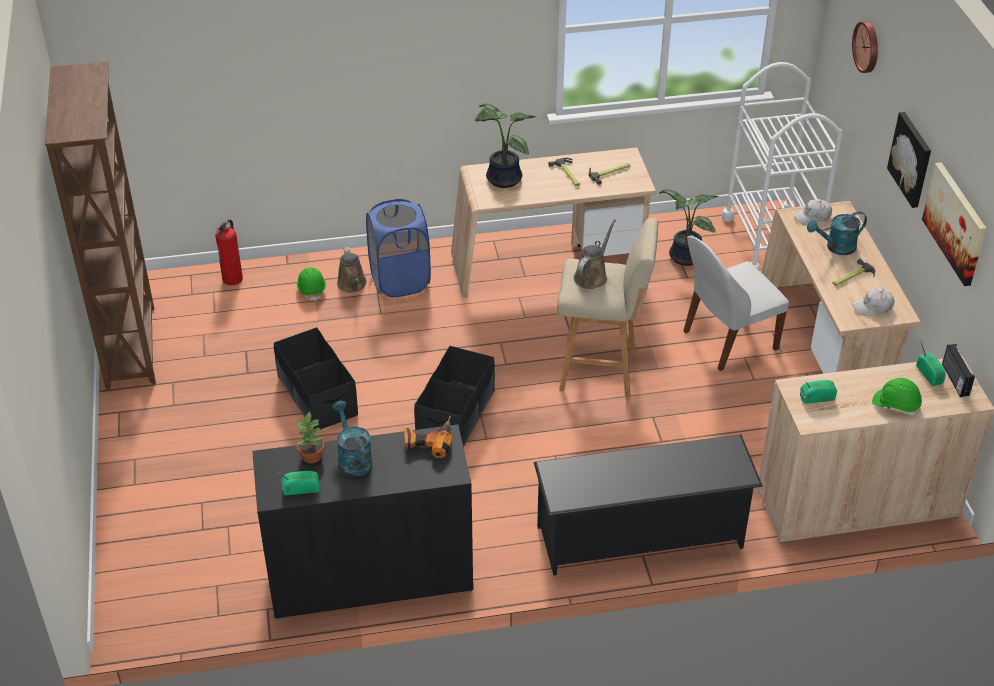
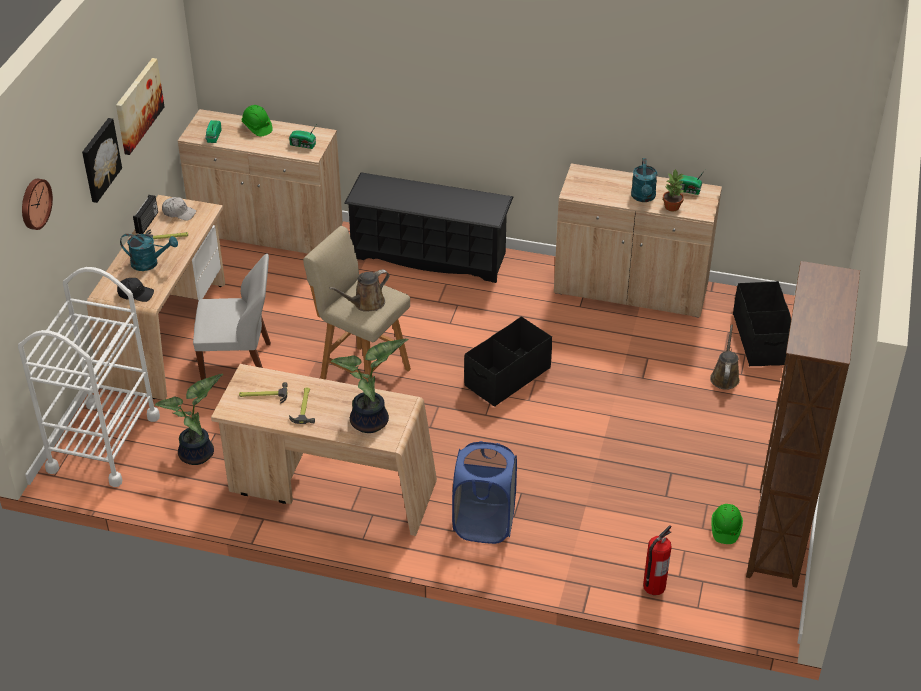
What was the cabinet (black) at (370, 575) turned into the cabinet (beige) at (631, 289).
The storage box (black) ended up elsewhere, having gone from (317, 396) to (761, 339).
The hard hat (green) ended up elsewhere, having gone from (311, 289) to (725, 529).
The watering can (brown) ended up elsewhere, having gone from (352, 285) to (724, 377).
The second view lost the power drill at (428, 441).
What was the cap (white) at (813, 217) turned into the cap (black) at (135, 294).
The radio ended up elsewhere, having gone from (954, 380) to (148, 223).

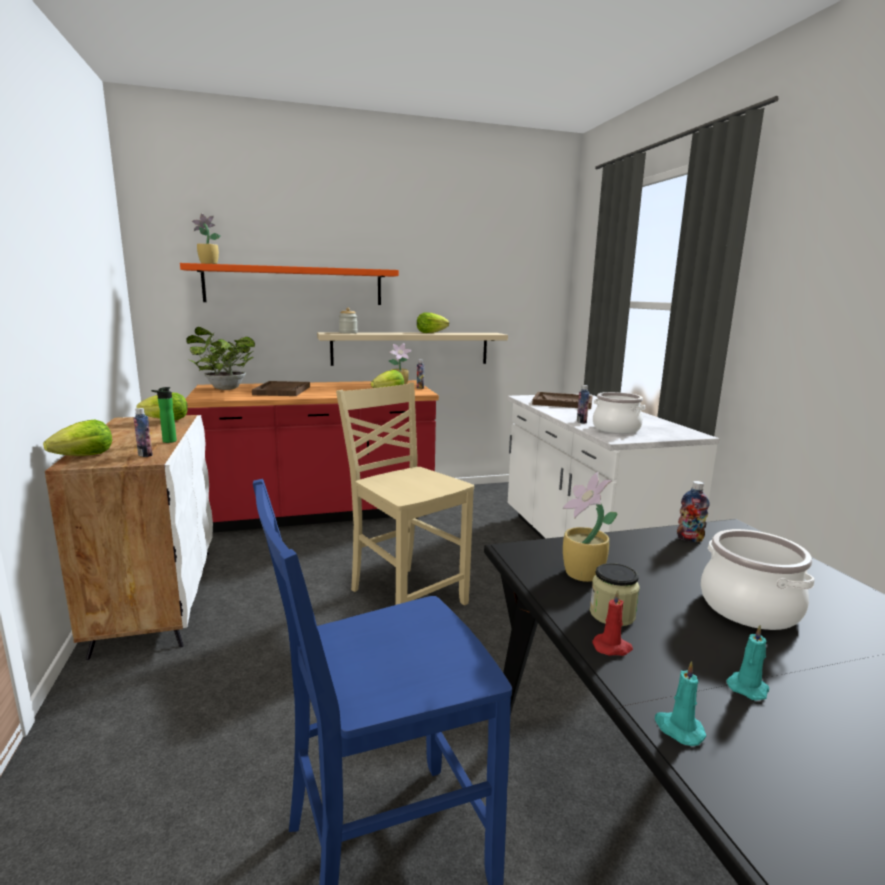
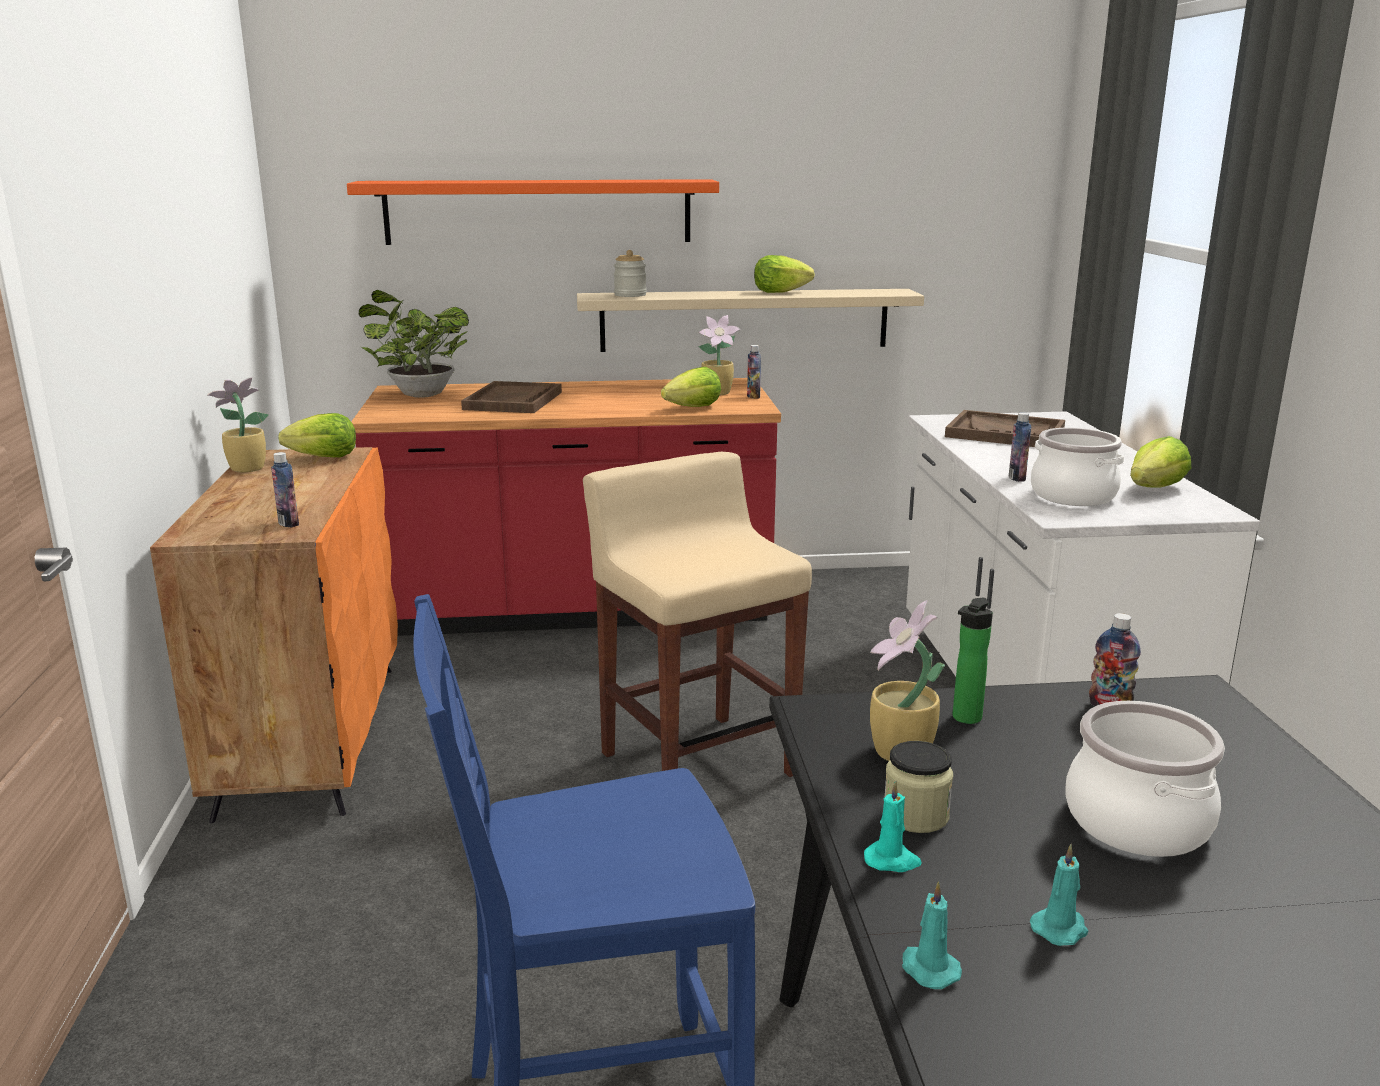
The lettuce ended up elsewhere, having gone from (85, 456) to (1155, 488).
What was the cabinet (white) at (157, 597) turned into the cabinet (orange) at (311, 736).
The bottle ended up elsewhere, having gone from (167, 442) to (965, 719).
The potted plant ended up elsewhere, having gone from (208, 264) to (245, 469).
Where the chair (beige) stood at (405, 596), the stool (beige) came to stand at (696, 763).
What was the candle (red) at (612, 647) turned into the candle (turquoise) at (892, 860).

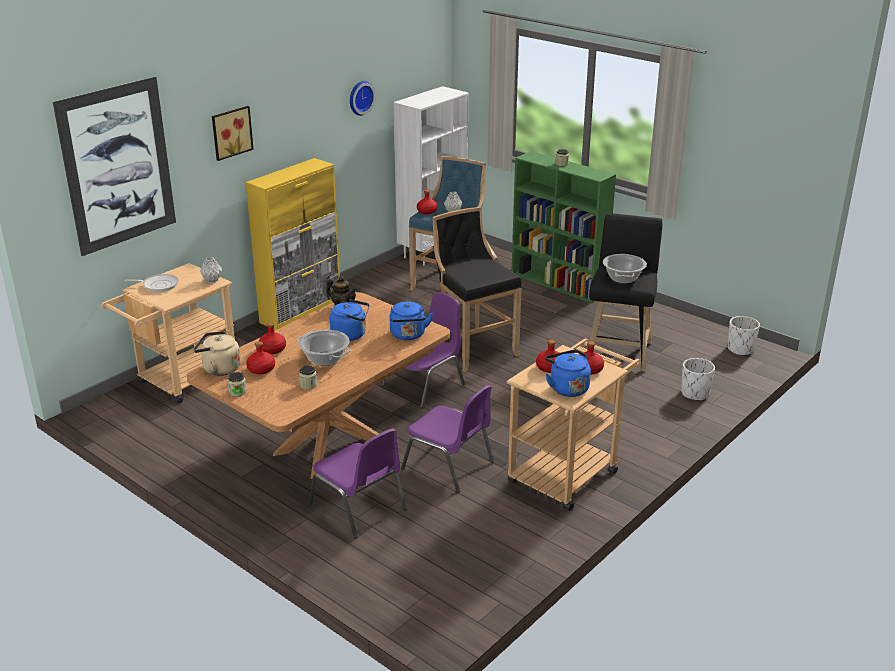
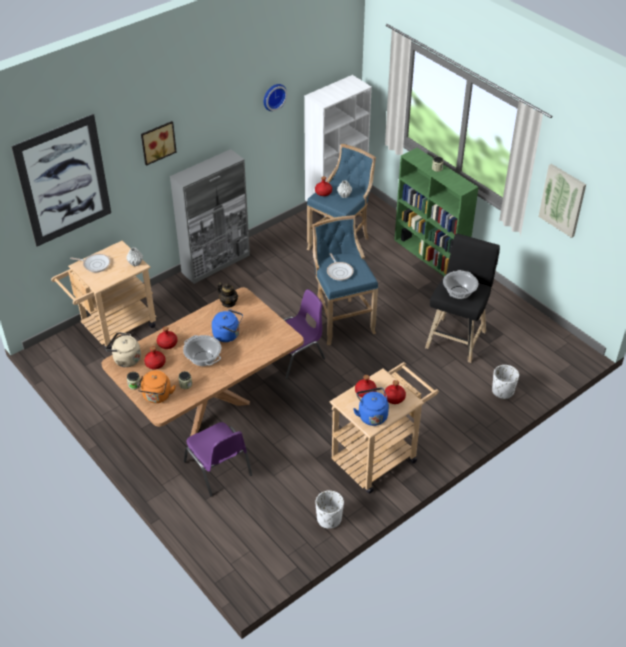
What was the cabinet (yellow) at (301, 311) turned into the cabinet (grey) at (216, 263).
The second view lost the kettle (blue) at (408, 335).
The second view lost the chair (purple) at (449, 466).
What was the stool (black) at (473, 347) turned into the stool (blue) at (341, 319).
The planter (white) ended up elsewhere, having gone from (740, 349) to (329, 519).
The second view gained the kettle (orange) at (157, 396).
The second view gained the frying pan at (339, 271).
The second view gained the picture at (562, 200).

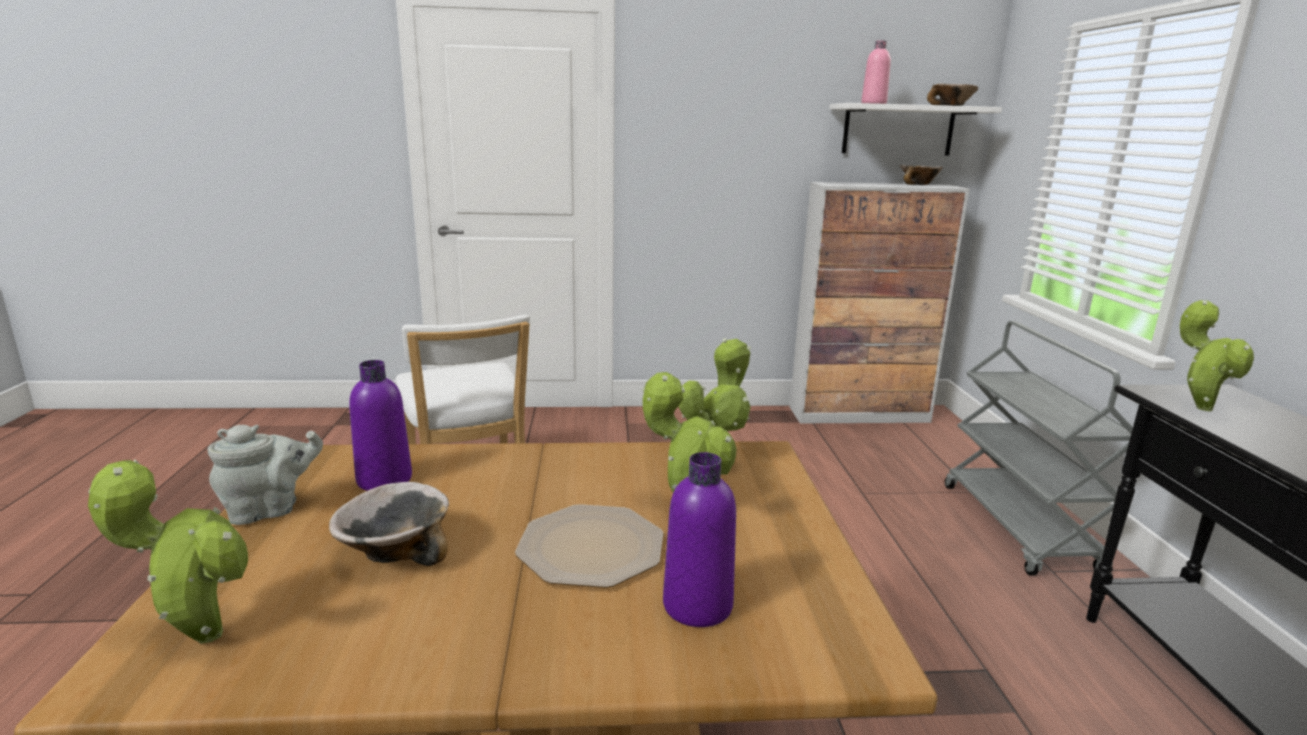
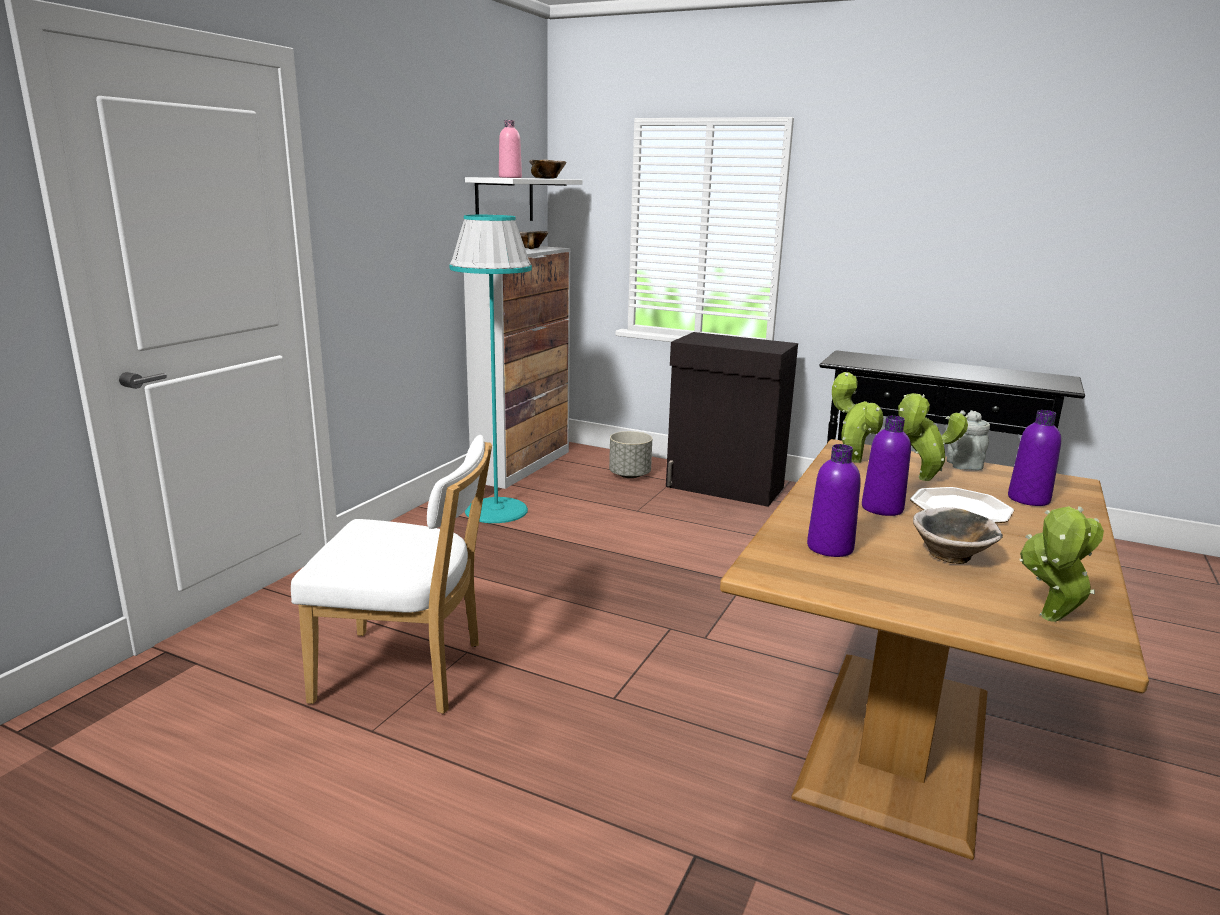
The teapot (grey) ended up elsewhere, having gone from (270, 510) to (962, 464).
Where the cart (grey) stood at (1018, 527), the cabinet (black) came to stand at (724, 488).
The second view lost the potted plant at (1199, 406).
The second view gained the floor lamp (turquoise) at (496, 510).
The second view gained the planter (grey) at (630, 475).
The second view gained the bottle (purple) at (882, 508).

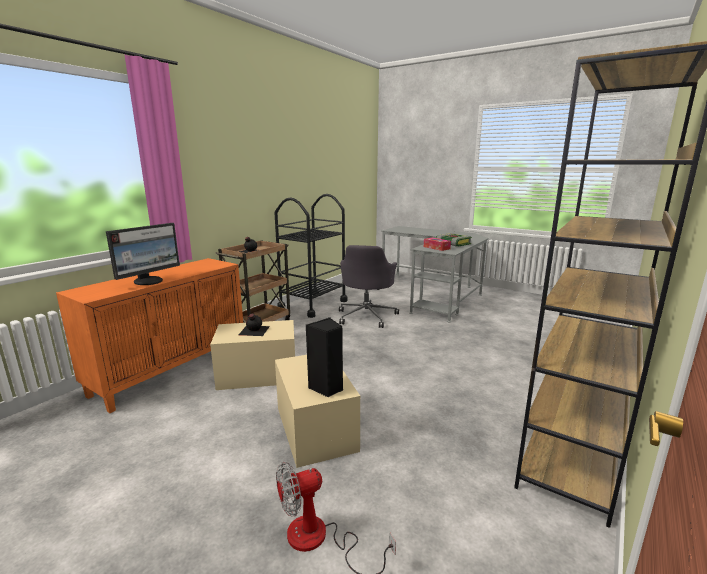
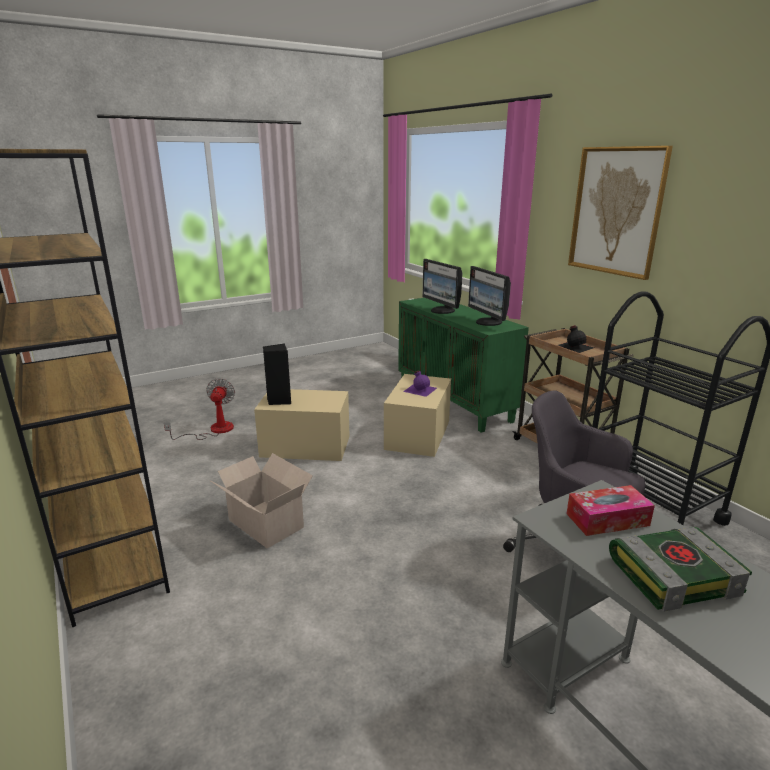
What was the cabinet (orange) at (172, 370) turned into the cabinet (green) at (455, 402).
What was the bottle (black) at (253, 330) turned into the bottle (purple) at (420, 389).
The second view gained the cardboard box at (265, 522).
The second view gained the monitor at (488, 322).
The second view gained the picture at (616, 211).

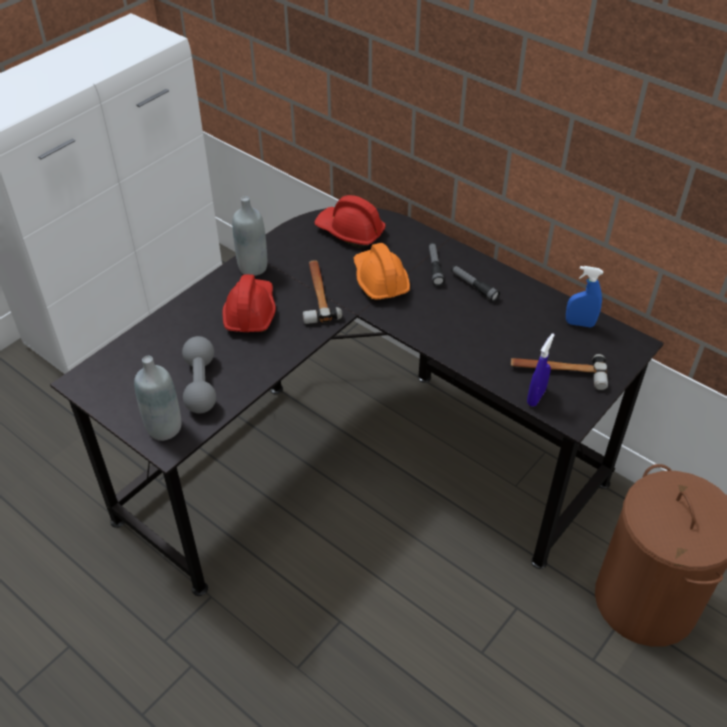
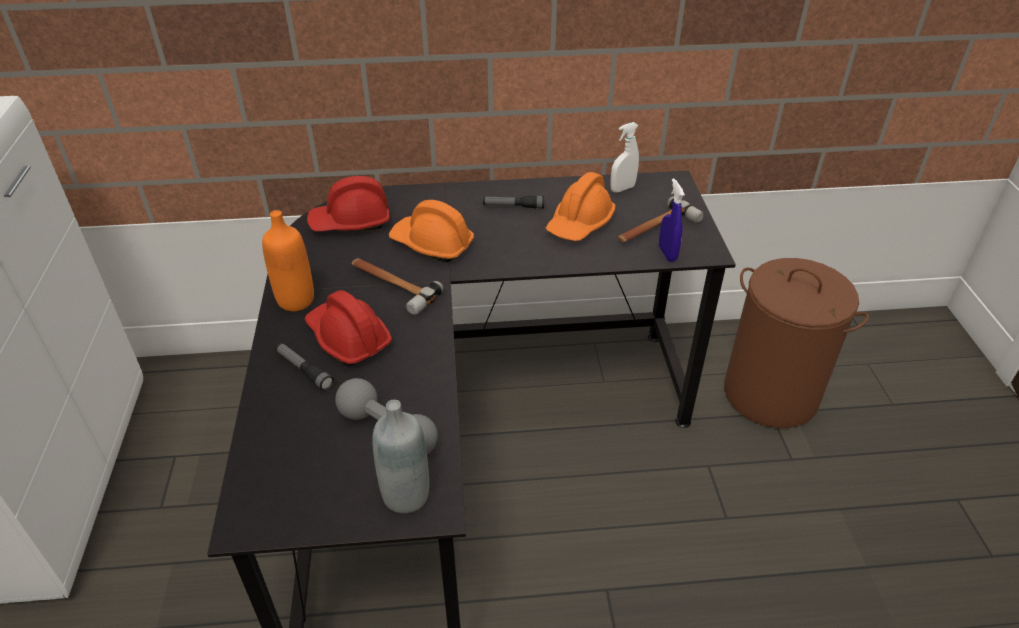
What was the bottle (grey) at (253, 267) turned into the bottle (orange) at (296, 300).
The flashlight ended up elsewhere, having gone from (435, 267) to (304, 370).
What was the spray bottle (blue) at (579, 323) turned into the spray bottle (white) at (622, 188).
The second view gained the hard hat (orange) at (580, 223).

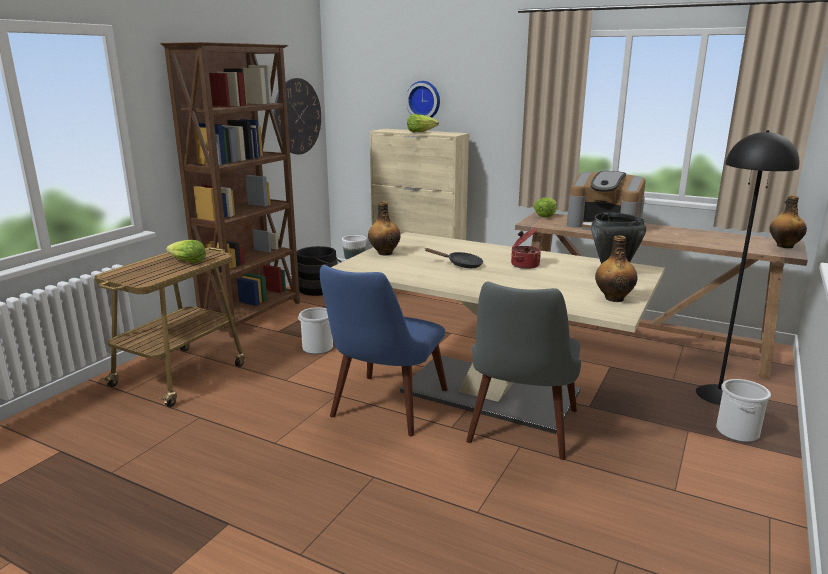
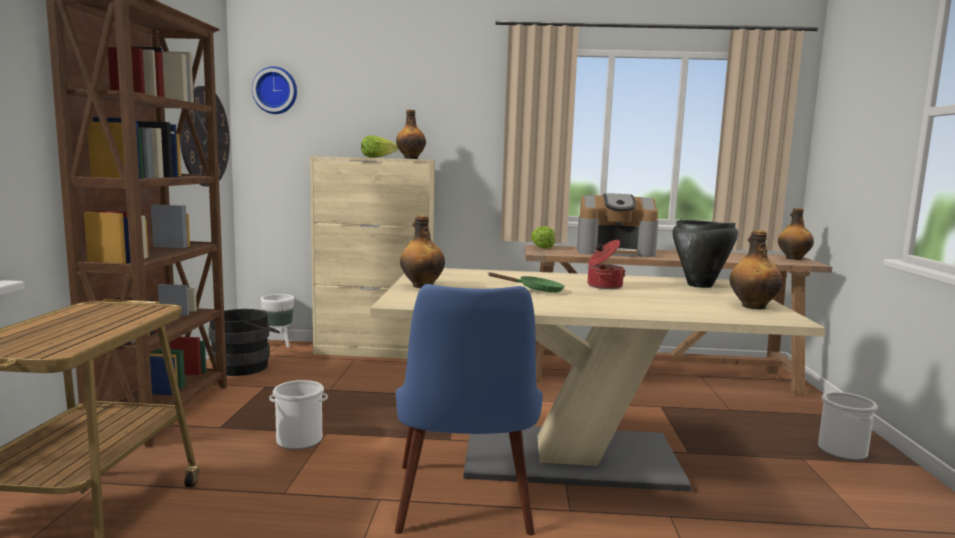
The second view lost the lettuce at (187, 262).
The wall clock ended up elsewhere, having gone from (424, 100) to (276, 90).
What was the frying pan (black) at (461, 265) turned into the frying pan (green) at (536, 290).
The second view lost the chair (grey) at (520, 434).
The second view lost the floor lamp (black) at (719, 395).
The second view gained the bottle at (411, 158).

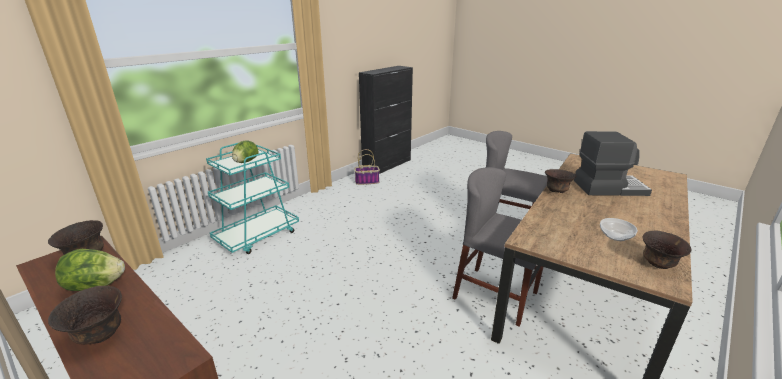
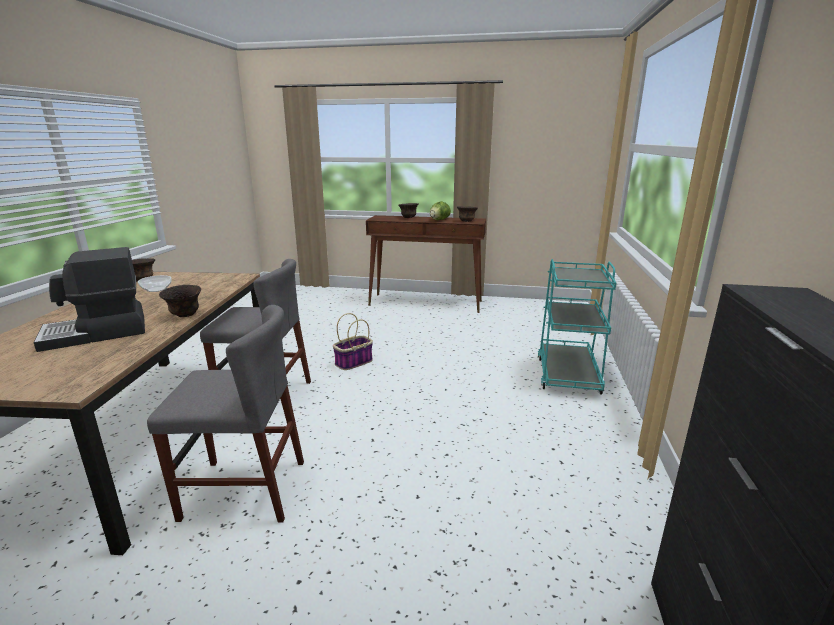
The second view lost the lettuce at (246, 162).
The basket ended up elsewhere, having gone from (367, 181) to (353, 363).

